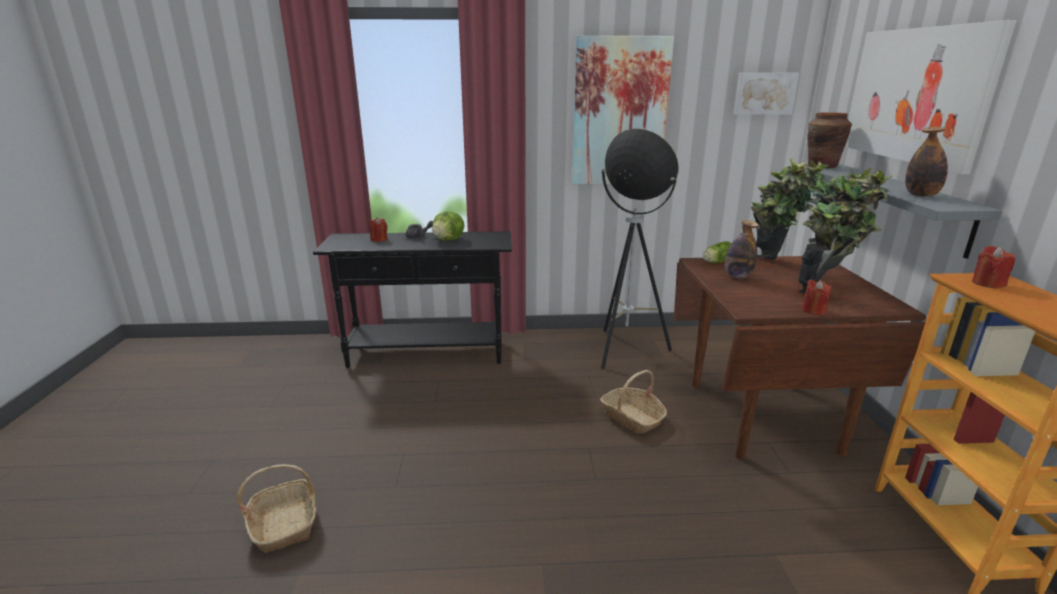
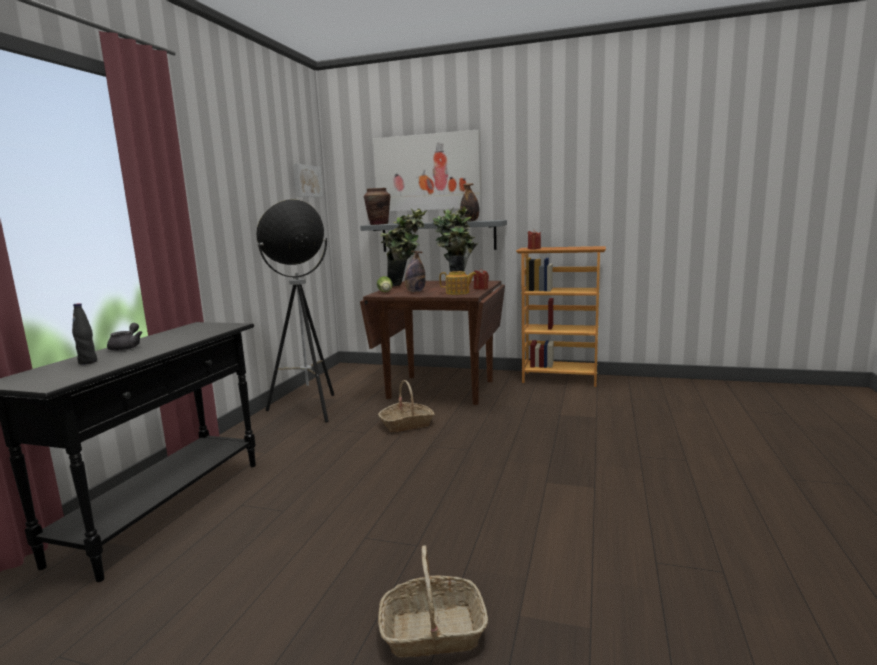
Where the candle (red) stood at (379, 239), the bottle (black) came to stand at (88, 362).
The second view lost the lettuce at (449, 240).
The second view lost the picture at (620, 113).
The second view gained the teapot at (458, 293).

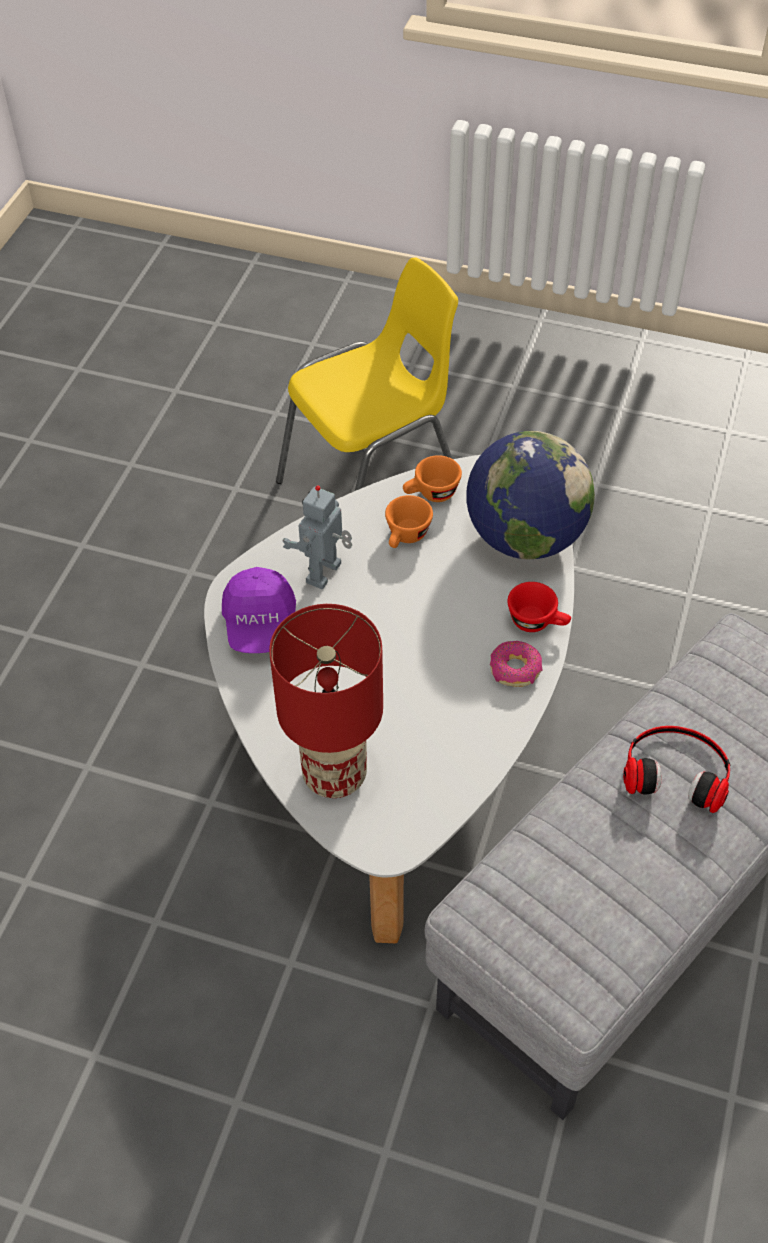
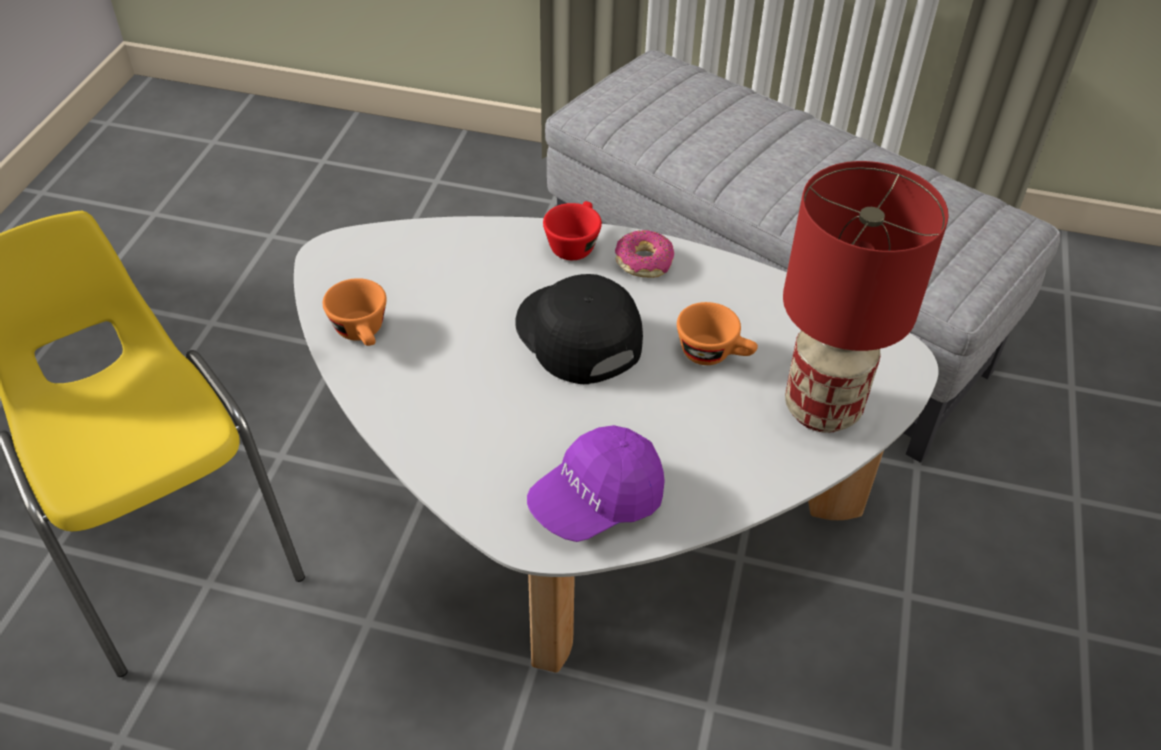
The cap (purple) at (260, 624) ended up facing another way, 150 degrees clockwise from before.
The second view lost the toy robot at (325, 574).
The cup (orange) ended up elsewhere, having gone from (406, 537) to (714, 354).
The second view lost the globe at (525, 537).
The second view lost the headphones at (676, 770).
The second view gained the cap (black) at (576, 335).

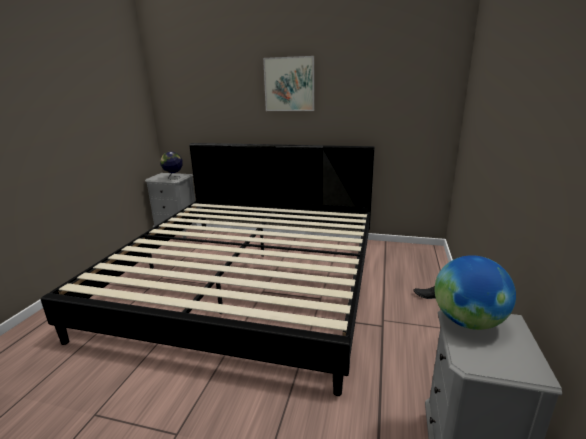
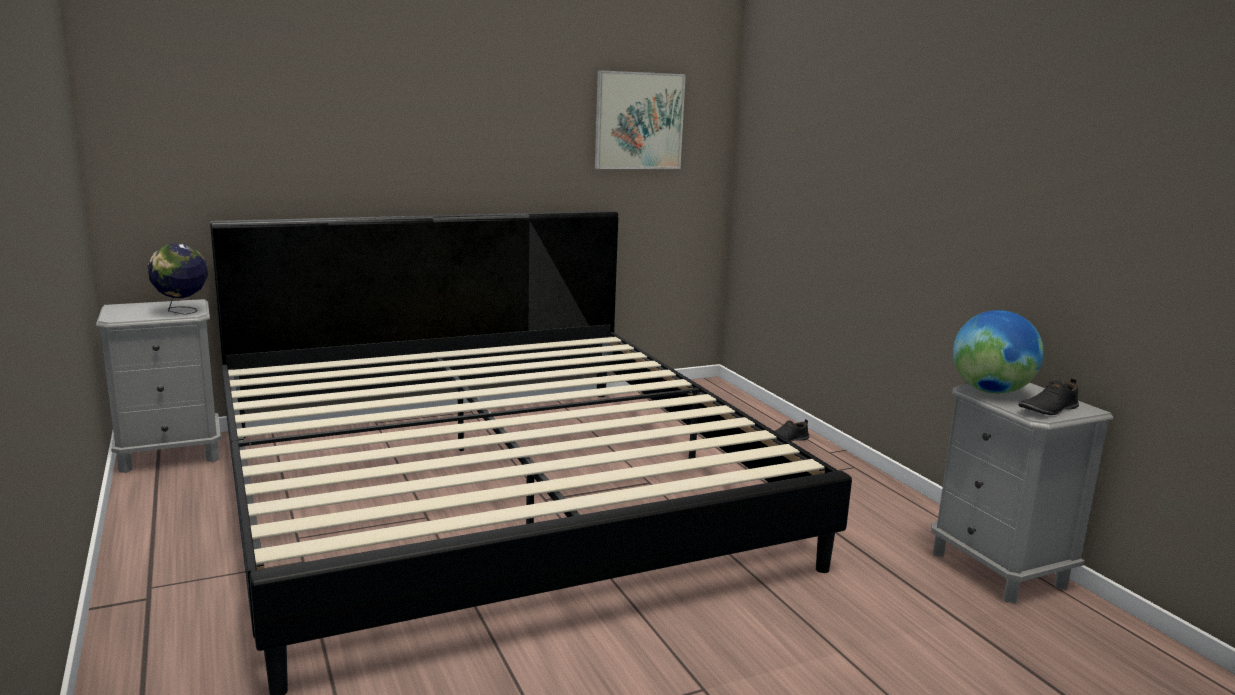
The picture ended up elsewhere, having gone from (289, 84) to (639, 121).
The second view gained the shoe (black) at (1048, 409).

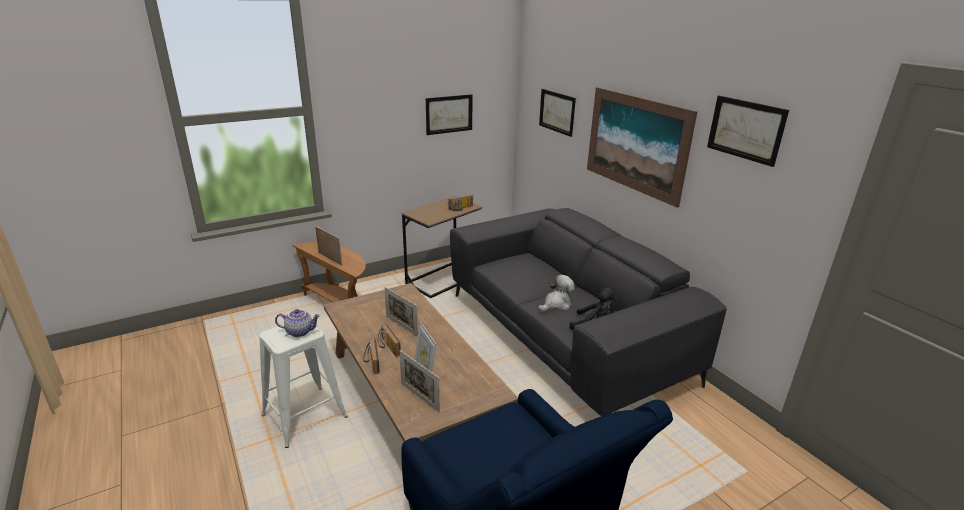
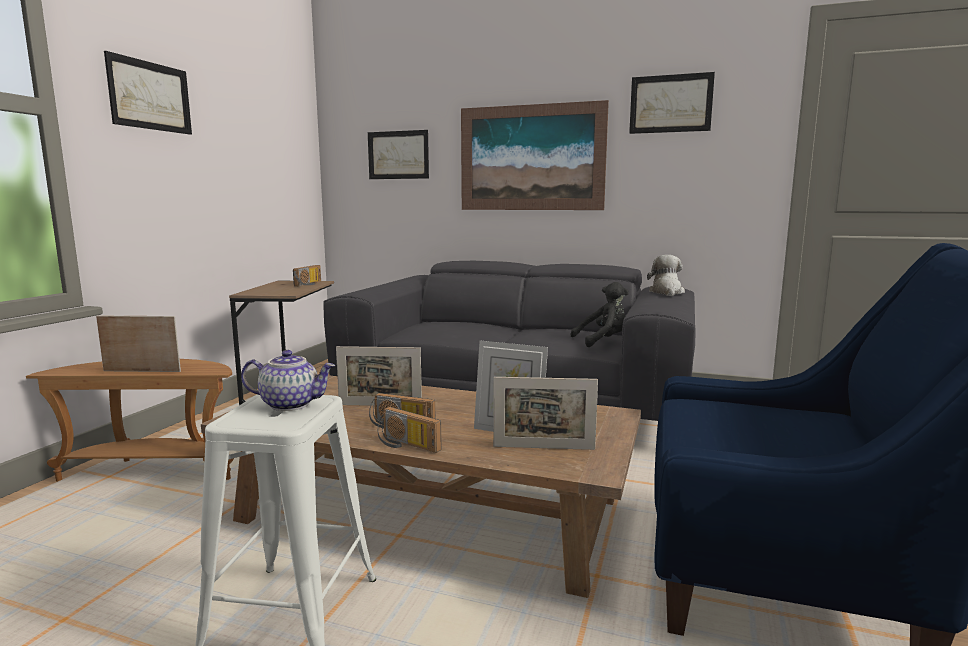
The teapot at (300, 331) ended up facing another way, 45 degrees clockwise from before.
The picture ended up elsewhere, having gone from (449, 114) to (150, 96).
The plush toy ended up elsewhere, having gone from (556, 304) to (666, 292).

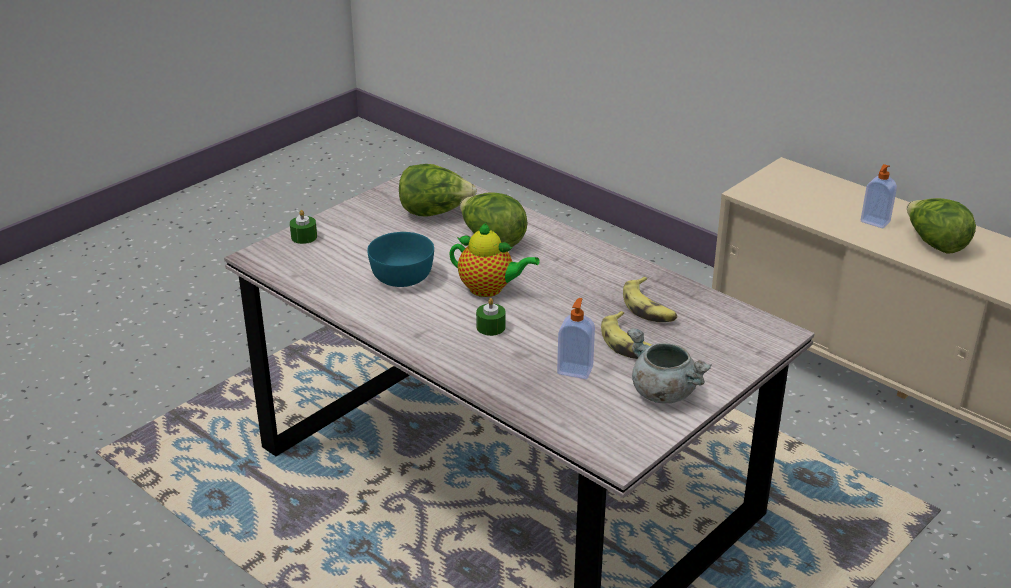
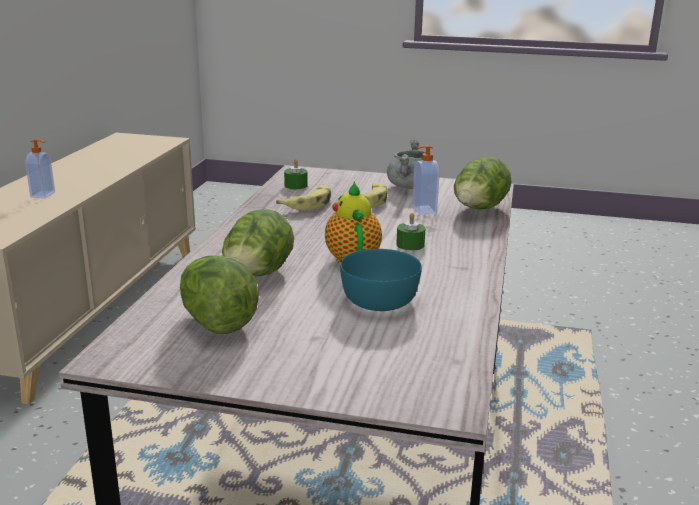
The candle (green) ended up elsewhere, having gone from (304, 237) to (296, 185).
The lettuce ended up elsewhere, having gone from (934, 244) to (478, 210).

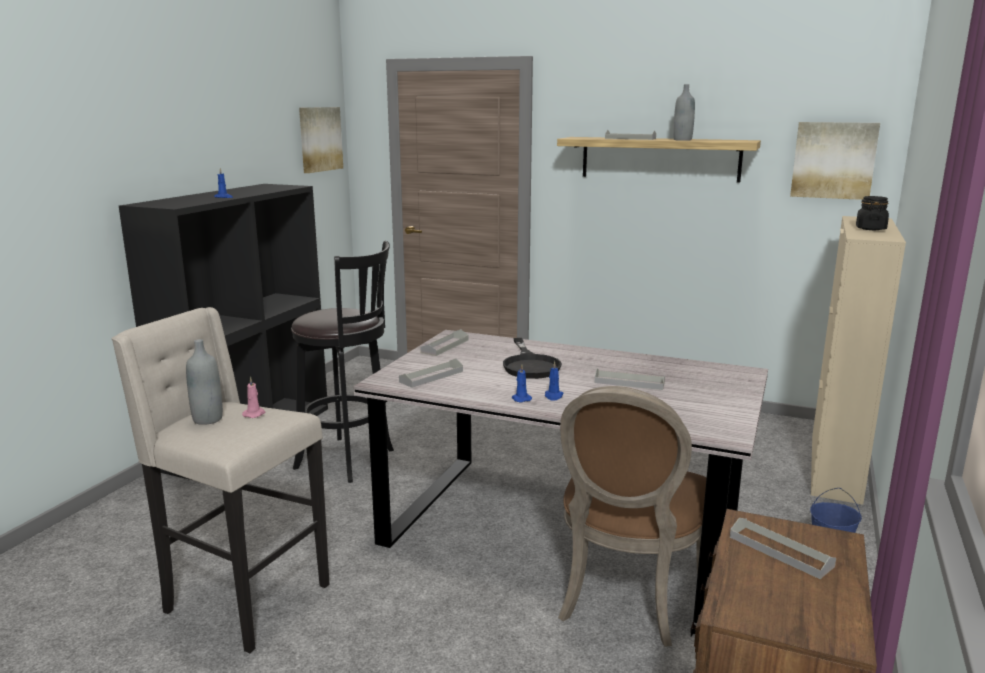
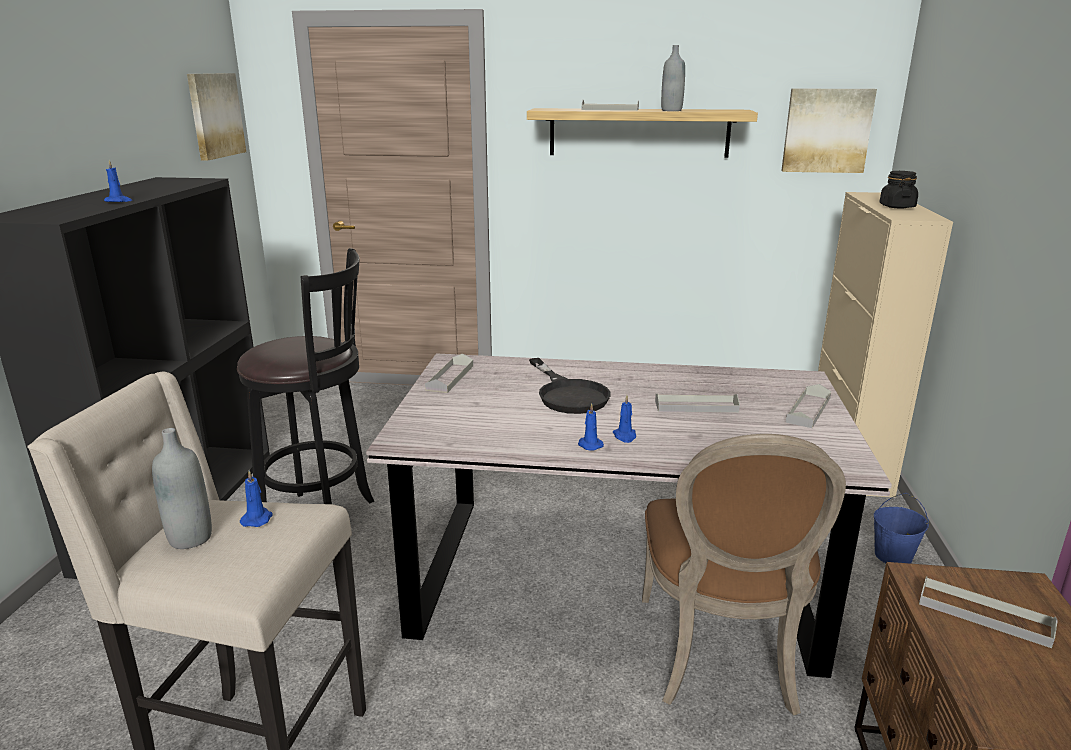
What was the candle (pink) at (254, 414) turned into the candle (blue) at (257, 519).
The tray (grey) ended up elsewhere, having gone from (431, 376) to (808, 410).

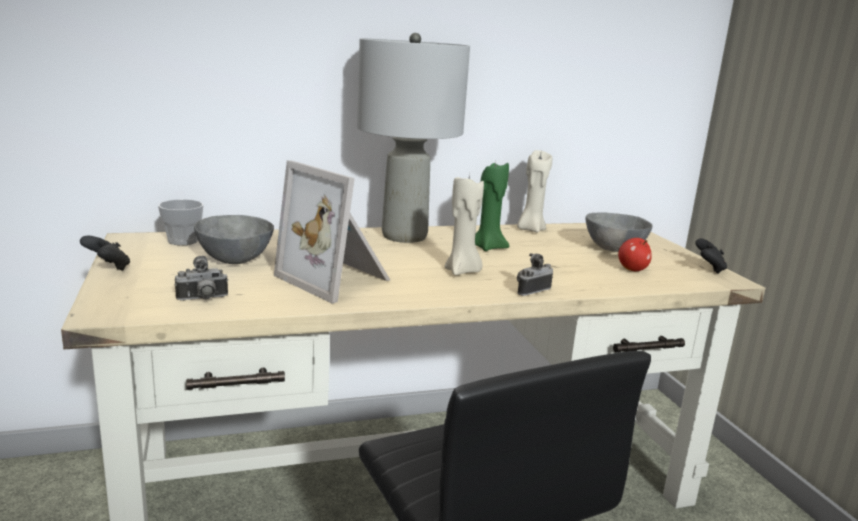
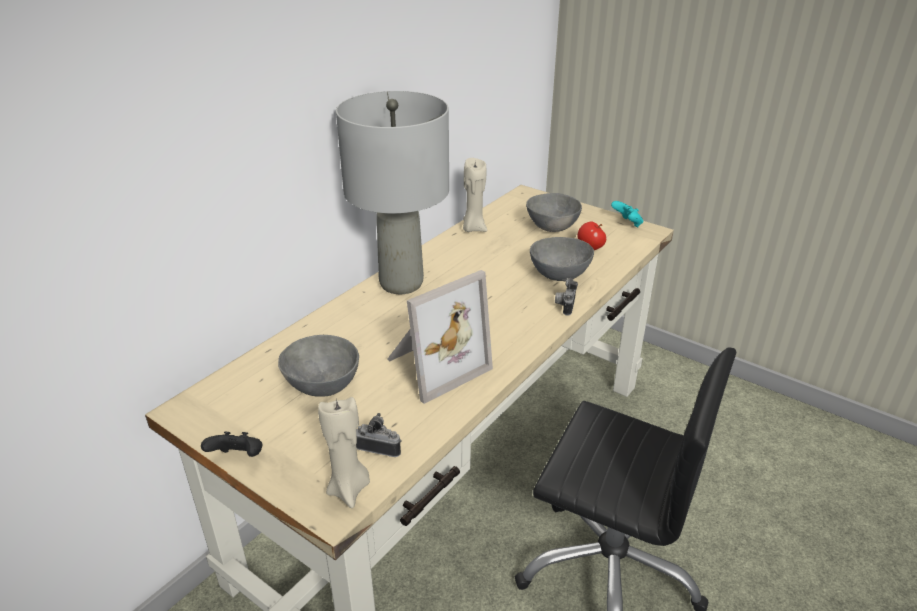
The second view lost the cup at (183, 241).
The photo camera at (202, 299) ended up facing another way, 105 degrees counterclockwise from before.
The picture frame at (337, 279) ended up facing another way, 45 degrees counterclockwise from before.
The candle (beige) ended up elsewhere, having gone from (462, 271) to (349, 489).
The second view lost the candle (green) at (487, 247).
What was the game controller (black) at (708, 269) turned into the game controller (turquoise) at (627, 224).
The second view gained the bowl (grey) at (560, 275).

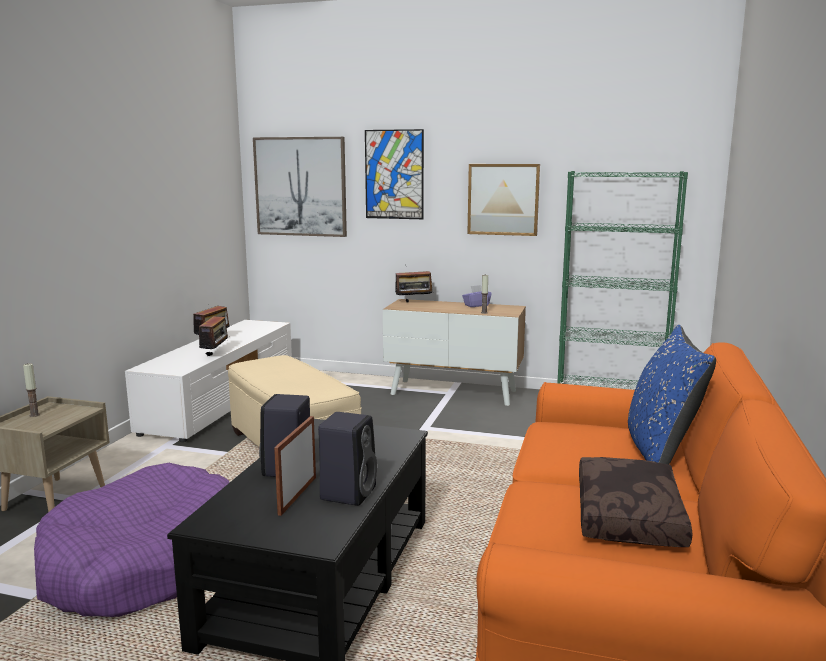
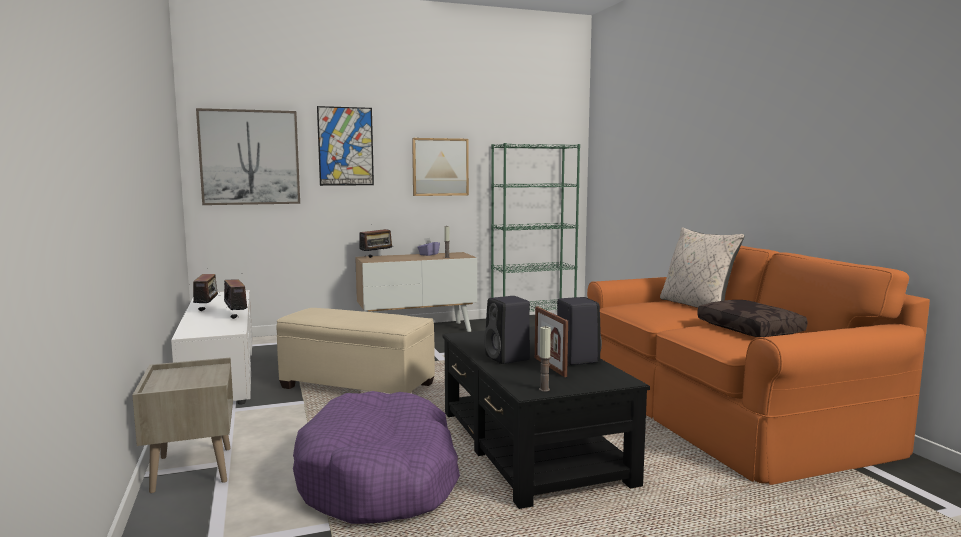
The candle ended up elsewhere, having gone from (34, 415) to (544, 389).
What was the pillow (blue) at (660, 449) turned into the pillow (beige) at (696, 305).

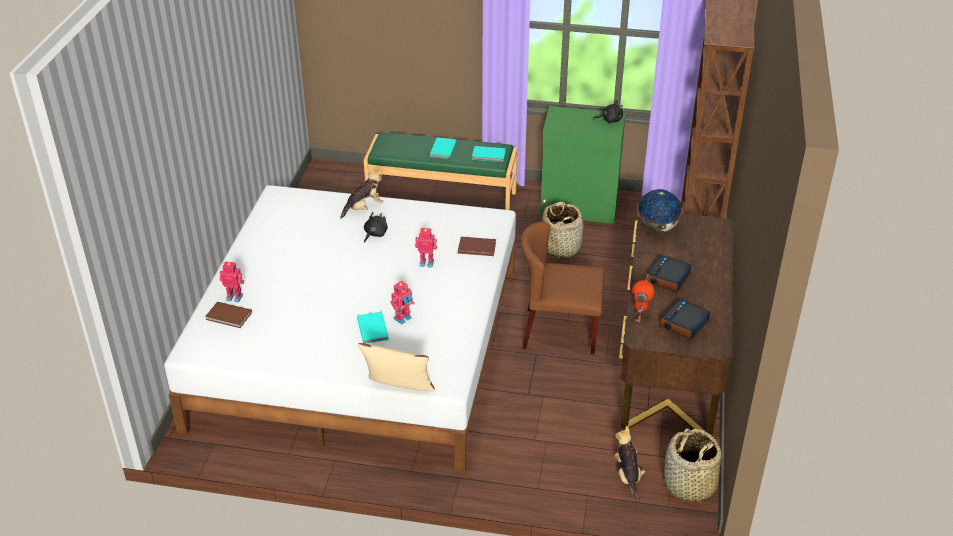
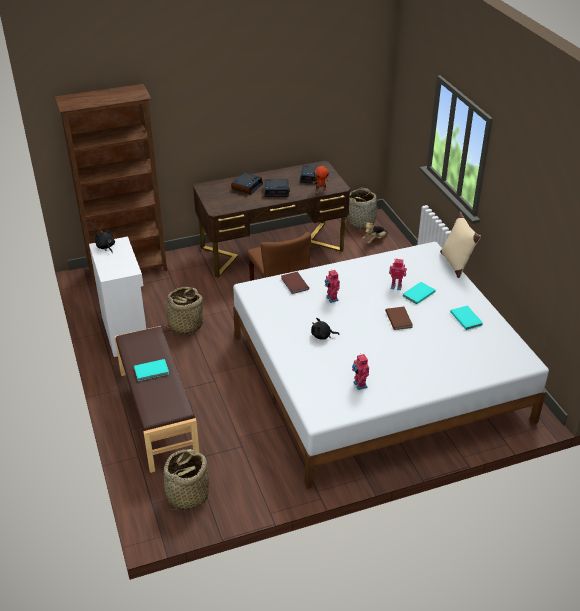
The book (brown) ended up elsewhere, having gone from (229, 317) to (399, 319).
The toy robot ended up elsewhere, having gone from (235, 297) to (359, 385).
The second view lost the plush toy at (364, 208).
What was the bench (green) at (442, 197) turned into the bench (brown) at (157, 414).
The book (turquoise) ended up elsewhere, having gone from (489, 155) to (466, 318).
What was the cabinet (green) at (579, 209) turned into the cabinet (white) at (126, 332).
The second view lost the globe at (657, 228).
The second view gained the basket at (187, 495).
The second view gained the alarm clock at (247, 186).

